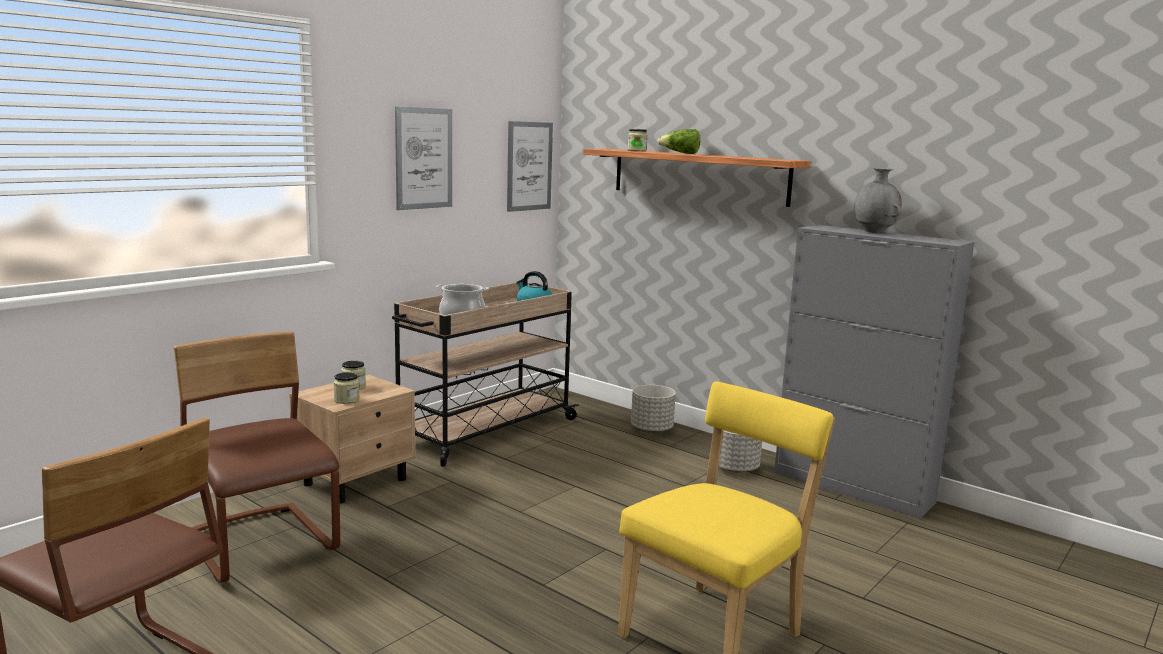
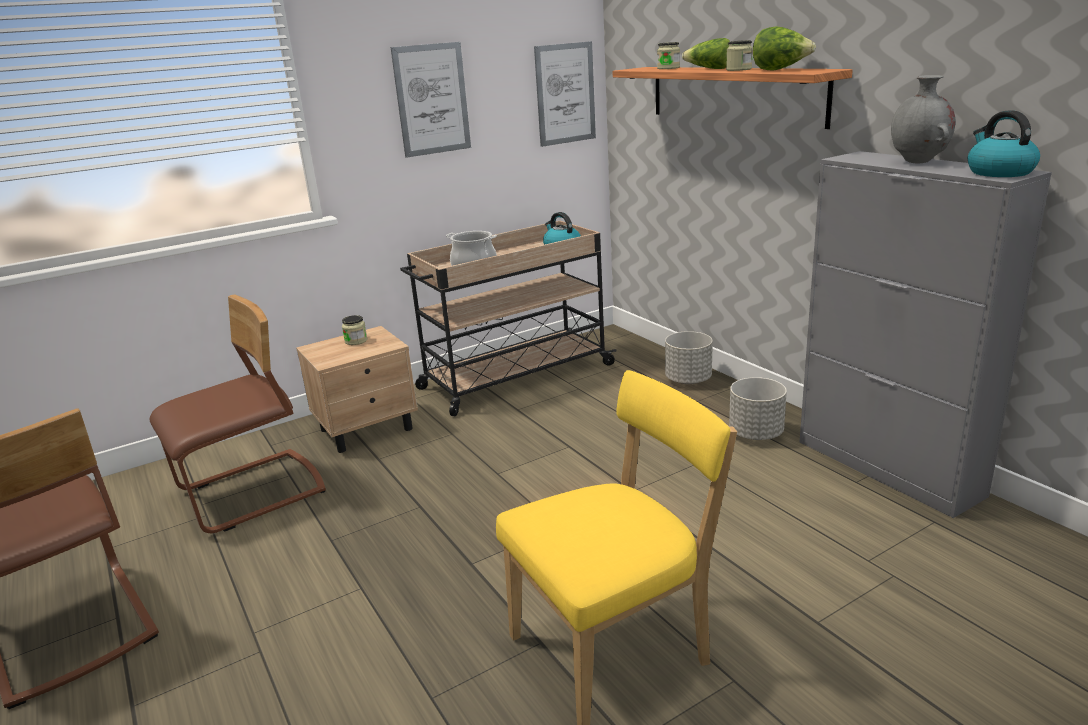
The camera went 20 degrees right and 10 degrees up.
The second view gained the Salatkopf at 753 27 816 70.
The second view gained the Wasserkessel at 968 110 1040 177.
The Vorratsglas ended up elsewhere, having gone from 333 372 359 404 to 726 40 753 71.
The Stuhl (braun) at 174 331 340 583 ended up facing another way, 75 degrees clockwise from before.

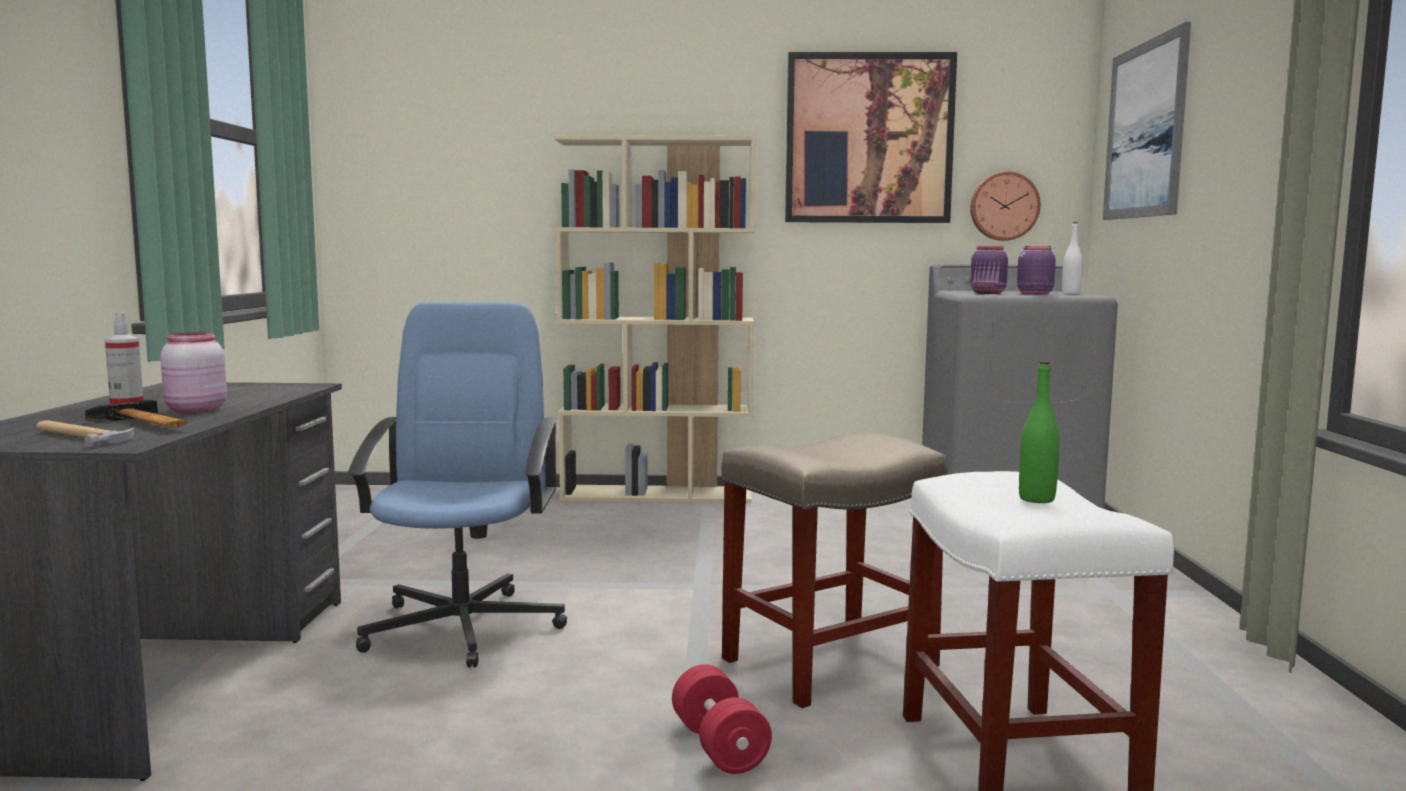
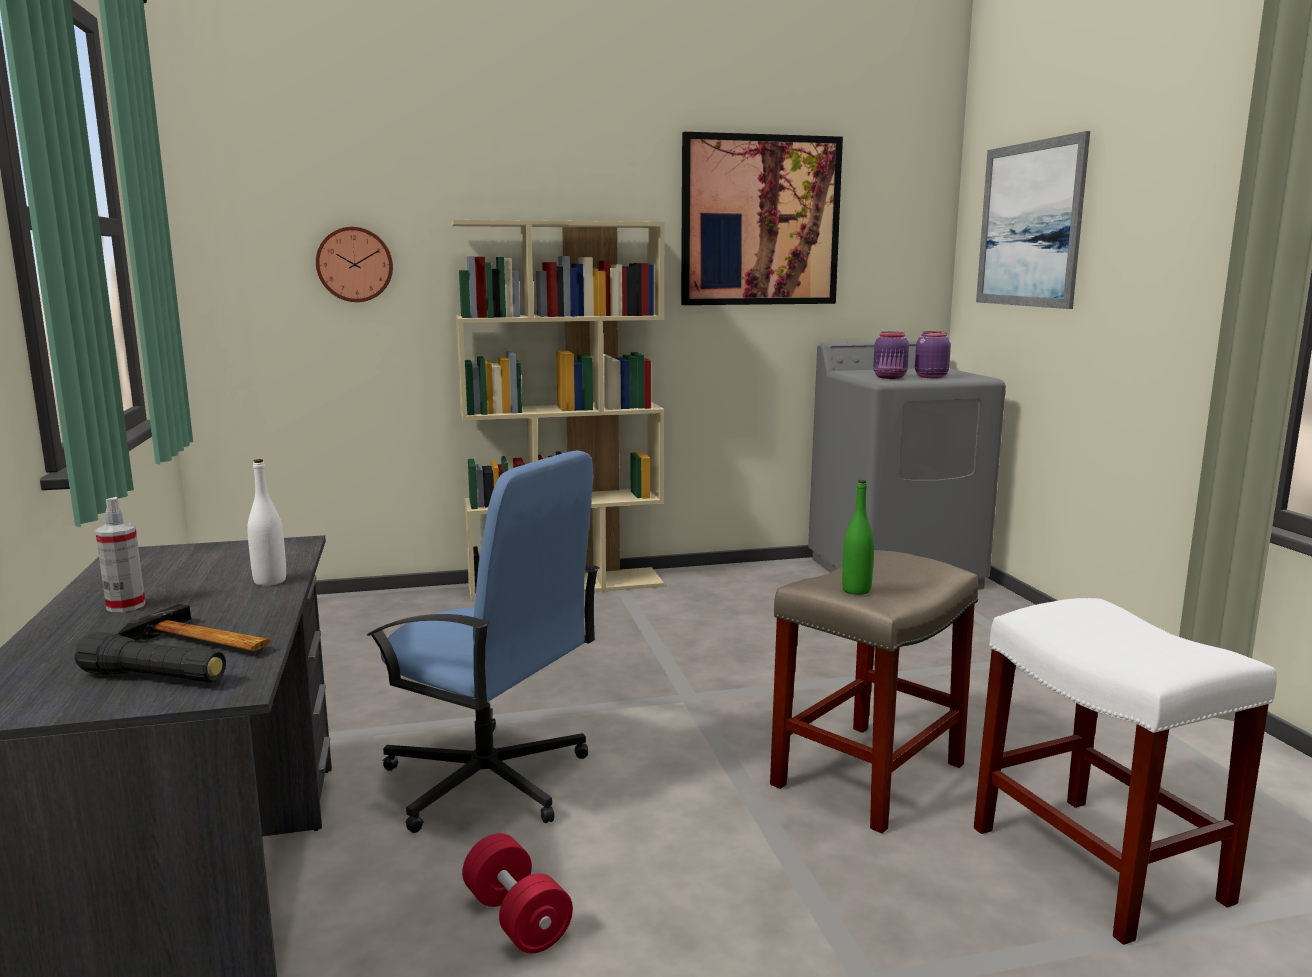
The camera went 15 degrees left and 5 degrees up.
The second view lost the Vorratsglas (rosa) at 160 332 227 413.
The Hantel (rot) ended up elsewhere, having gone from 672 664 772 774 to 462 833 573 953.
The Wanduhr ended up elsewhere, having gone from 970 172 1040 241 to 316 227 393 302.
The Flasche (grün) ended up elsewhere, having gone from 1019 361 1059 503 to 842 480 874 595.
The Flasche (weiß) ended up elsewhere, having gone from 1062 222 1083 294 to 247 459 286 586.
Where the Hammer stood at 36 420 134 448, the Taschenlampe (schwarz) came to stand at 74 632 226 683.
The Bürostuhl (blau) at 347 302 567 668 ended up facing another way, 135 degrees clockwise from before.

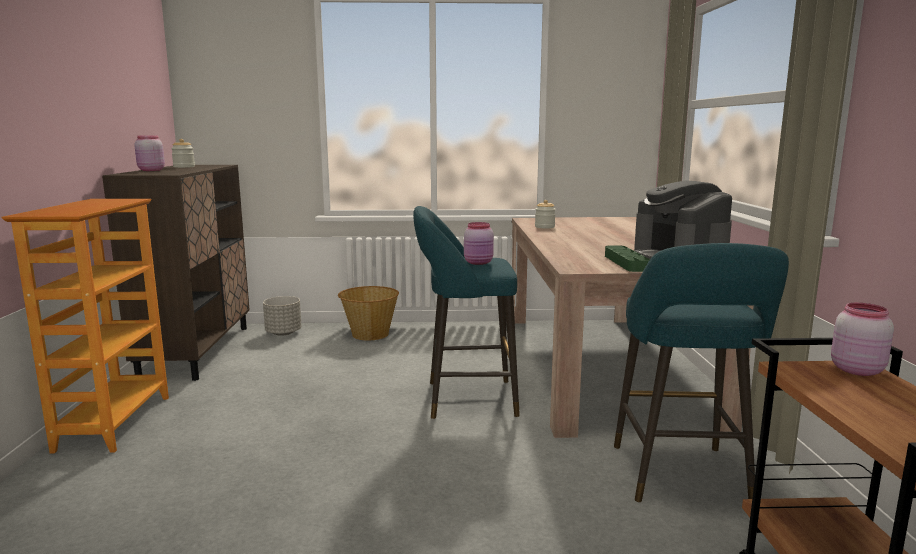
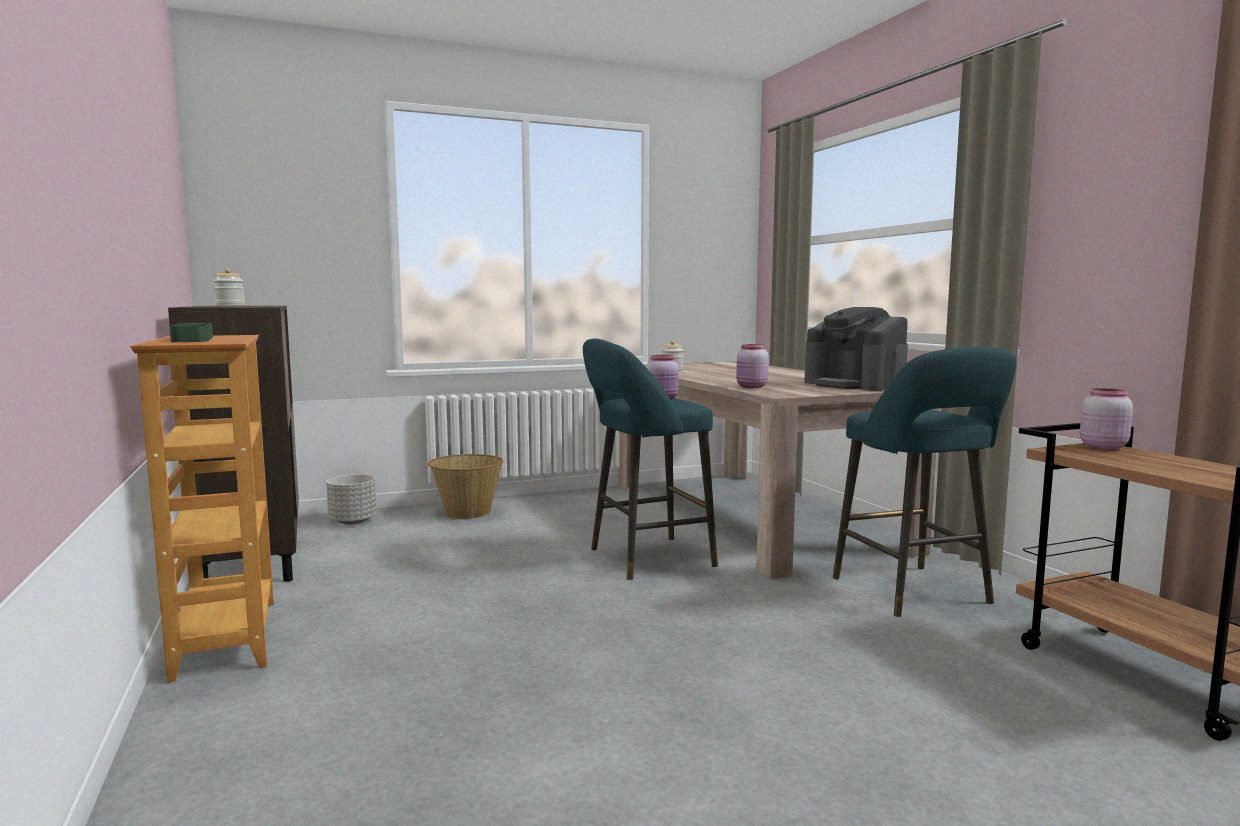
The camera went 20 degrees left and 5 degrees down.
The Vorratsglas (rosa) ended up elsewhere, having gone from 134 135 165 171 to 736 344 769 388.
The Tablett (grün) ended up elsewhere, having gone from 605 245 650 272 to 170 323 213 342.

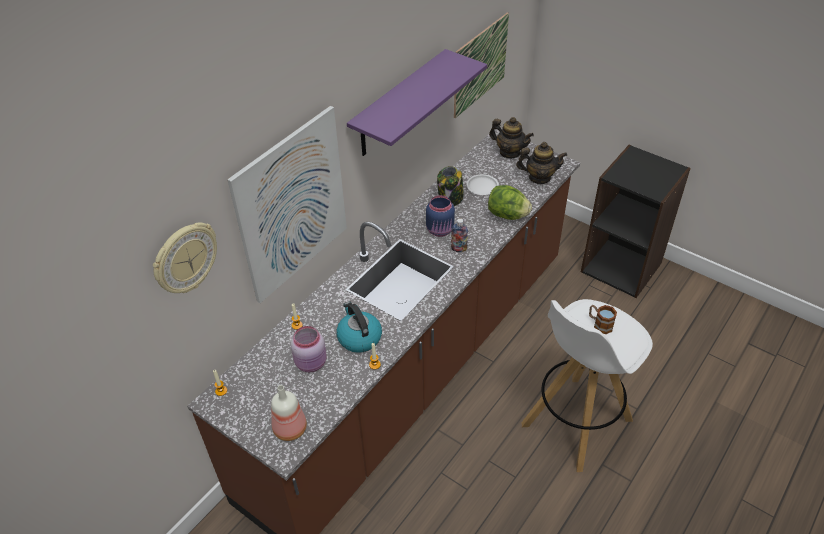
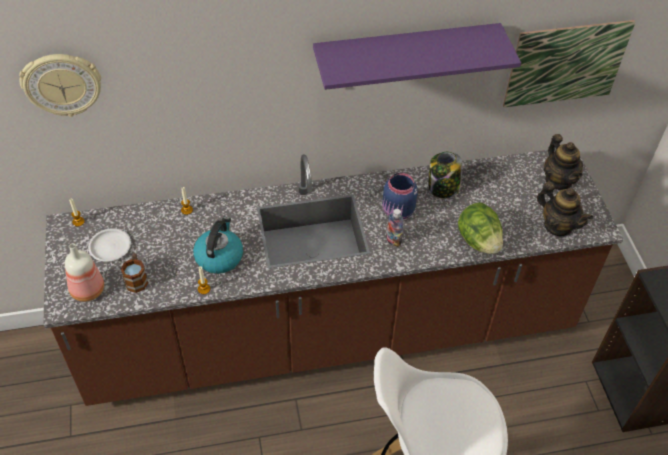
The camera went 40 degrees right and 5 degrees up.
The second view lost the Bild at 227 106 347 303.
The second view lost the Vorratsglas (rosa) at 291 326 327 372.
The Teller (weiß) ended up elsewhere, having gone from 466 174 499 195 to 88 228 131 262.
The Henkelbecher ended up elsewhere, having gone from 589 305 617 334 to 121 253 148 293.

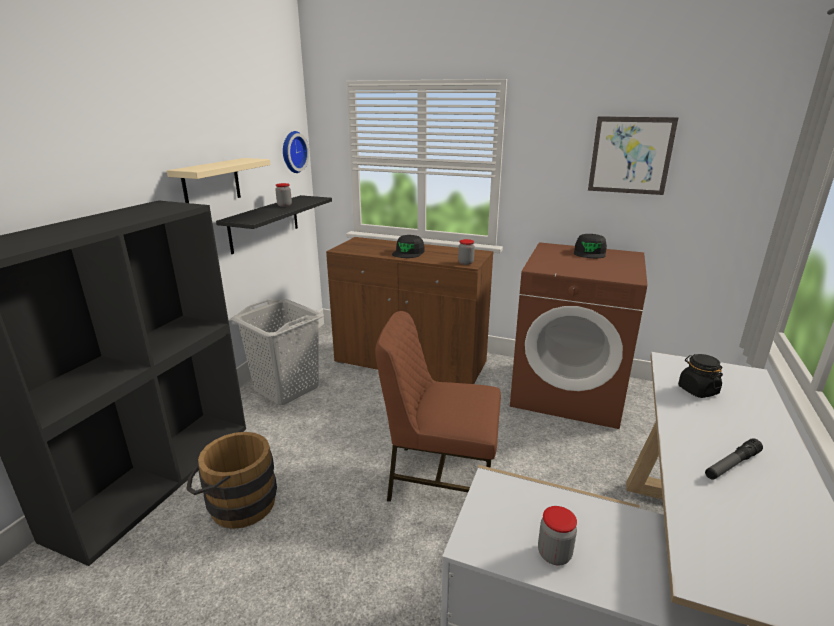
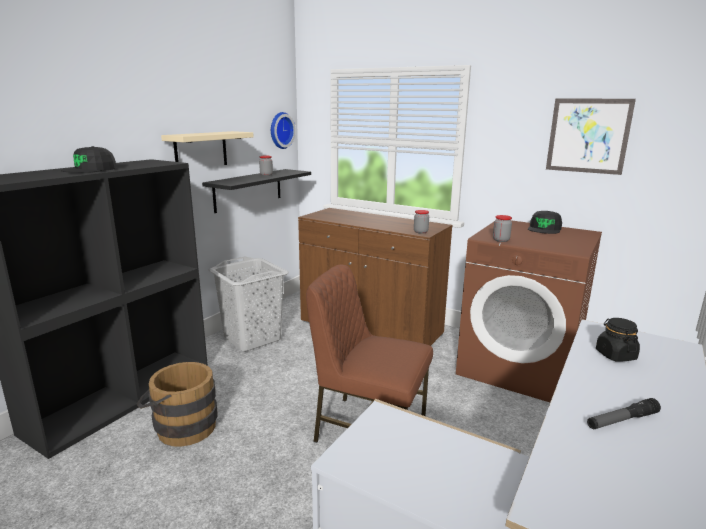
The camera went 10 degrees right and 5 degrees down.
The Kappe (schwarz) ended up elsewhere, having gone from 392 235 425 258 to 61 146 117 173.
The Vorratsglas ended up elsewhere, having gone from 538 506 577 565 to 493 215 512 242.

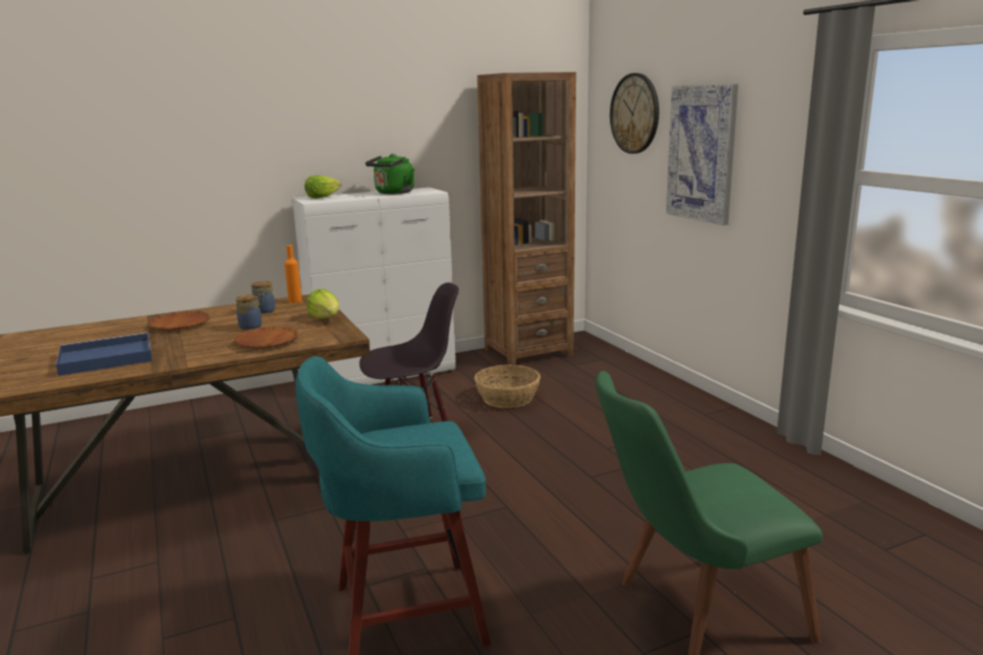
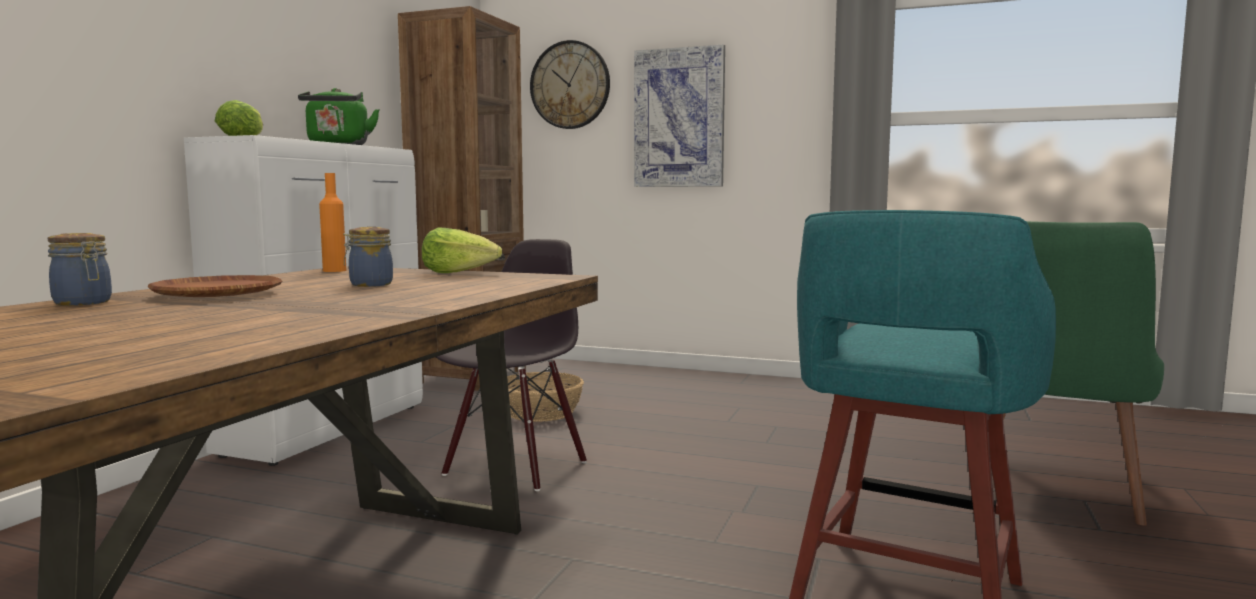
The camera went 45 degrees left and 10 degrees down.
The second view lost the Tablett (blau) at 56 332 152 376.
The second view lost the Teller (braun) at 234 326 298 349.
The Vorratsglas ended up elsewhere, having gone from 251 281 275 314 to 48 233 112 306.

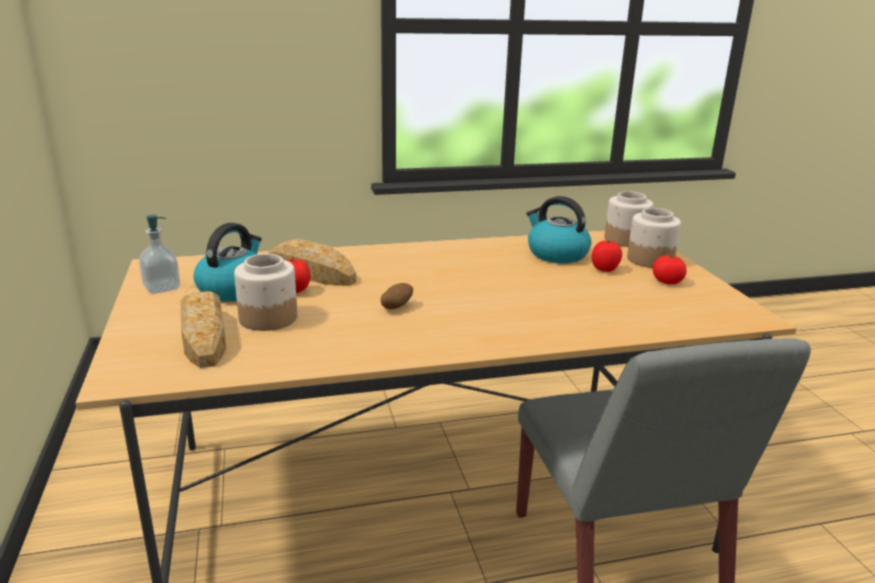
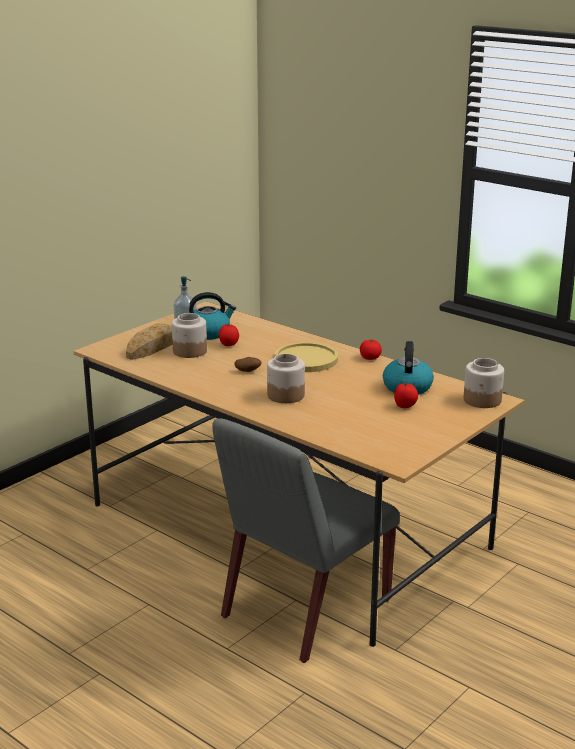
The camera went 55 degrees right and 0 degrees up.
The second view lost the Brot at 269 239 356 286.
The second view gained the Teller (gelb) at 274 342 338 372.
The Vorratsglas ended up elsewhere, having gone from 627 208 681 268 to 267 354 305 403.
The Tomate ended up elsewhere, having gone from 653 255 687 284 to 360 340 382 360.

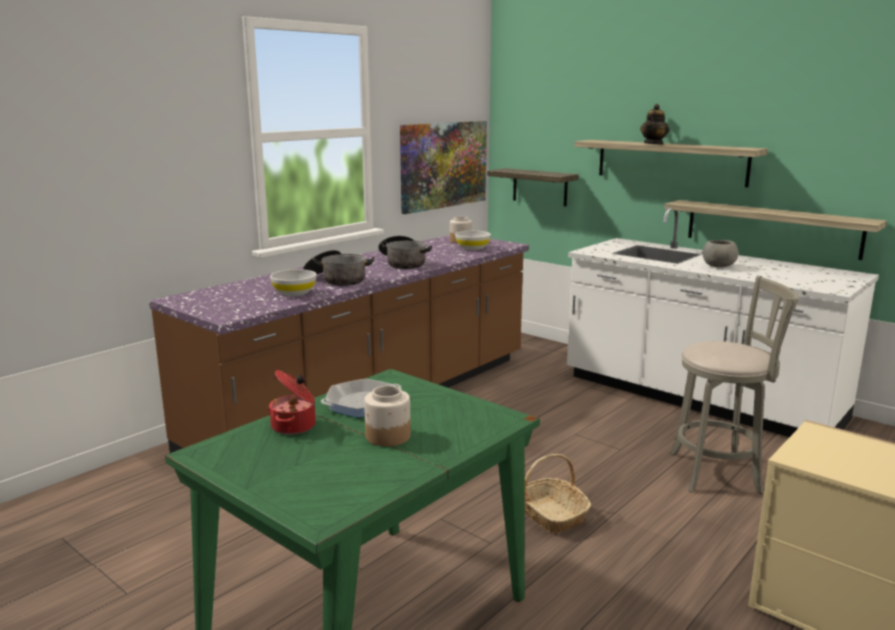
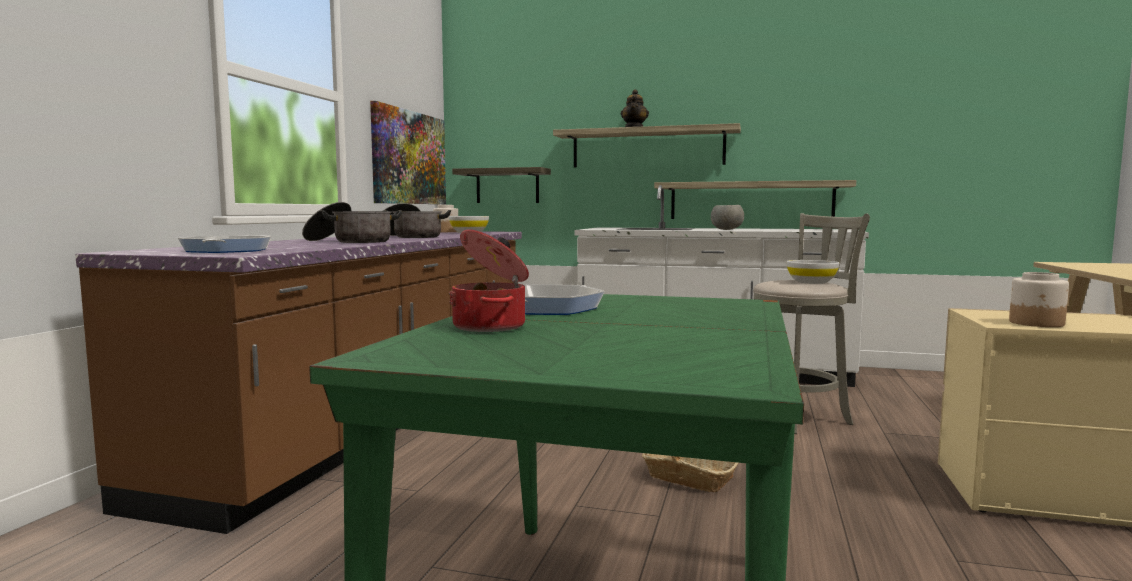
The camera went 25 degrees left and 10 degrees down.
The second view gained the Pfanne at 178 235 272 253.
The Schüssel (weiß) ended up elsewhere, having gone from 270 269 317 296 to 786 260 839 284.
The Vorratsglas ended up elsewhere, having gone from 364 386 411 447 to 1009 272 1069 327.

